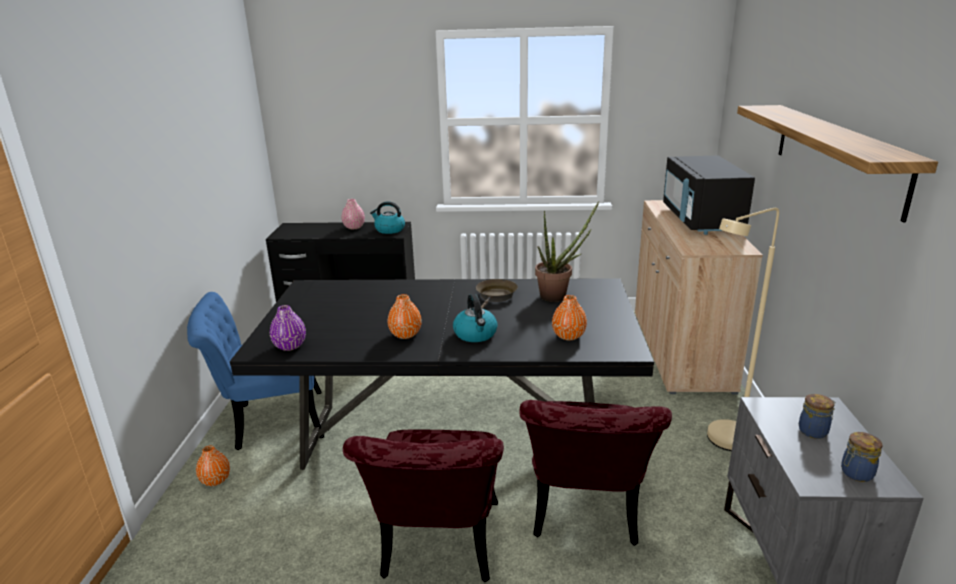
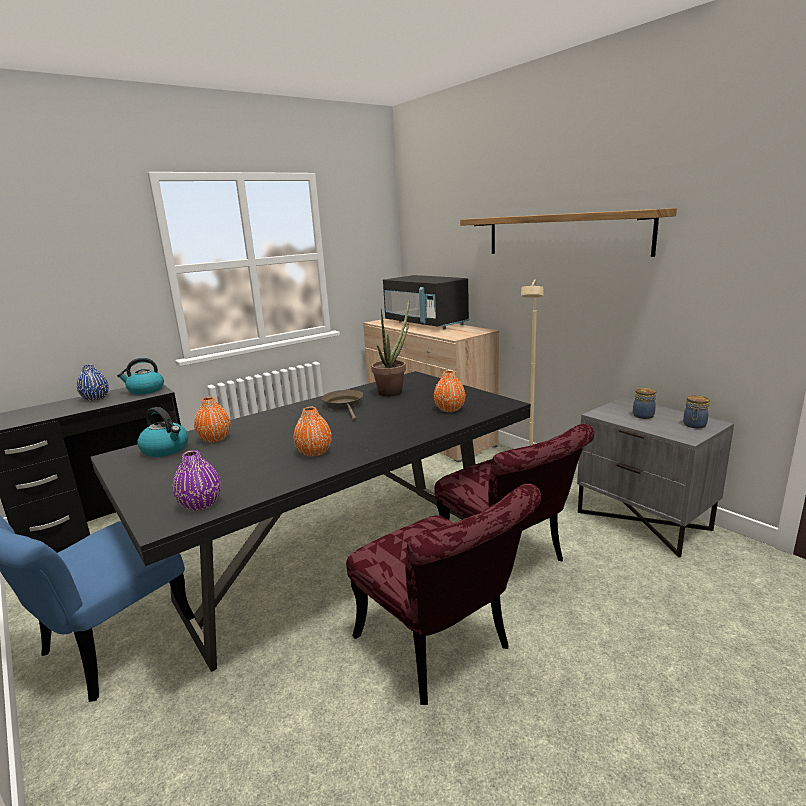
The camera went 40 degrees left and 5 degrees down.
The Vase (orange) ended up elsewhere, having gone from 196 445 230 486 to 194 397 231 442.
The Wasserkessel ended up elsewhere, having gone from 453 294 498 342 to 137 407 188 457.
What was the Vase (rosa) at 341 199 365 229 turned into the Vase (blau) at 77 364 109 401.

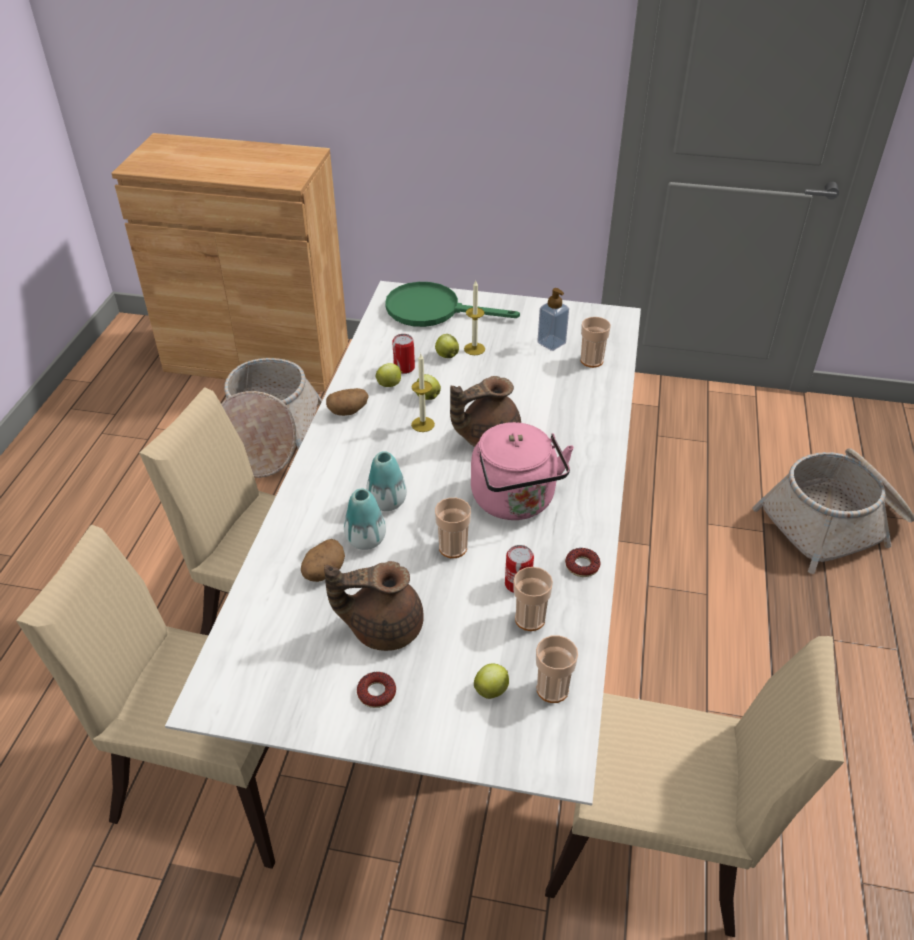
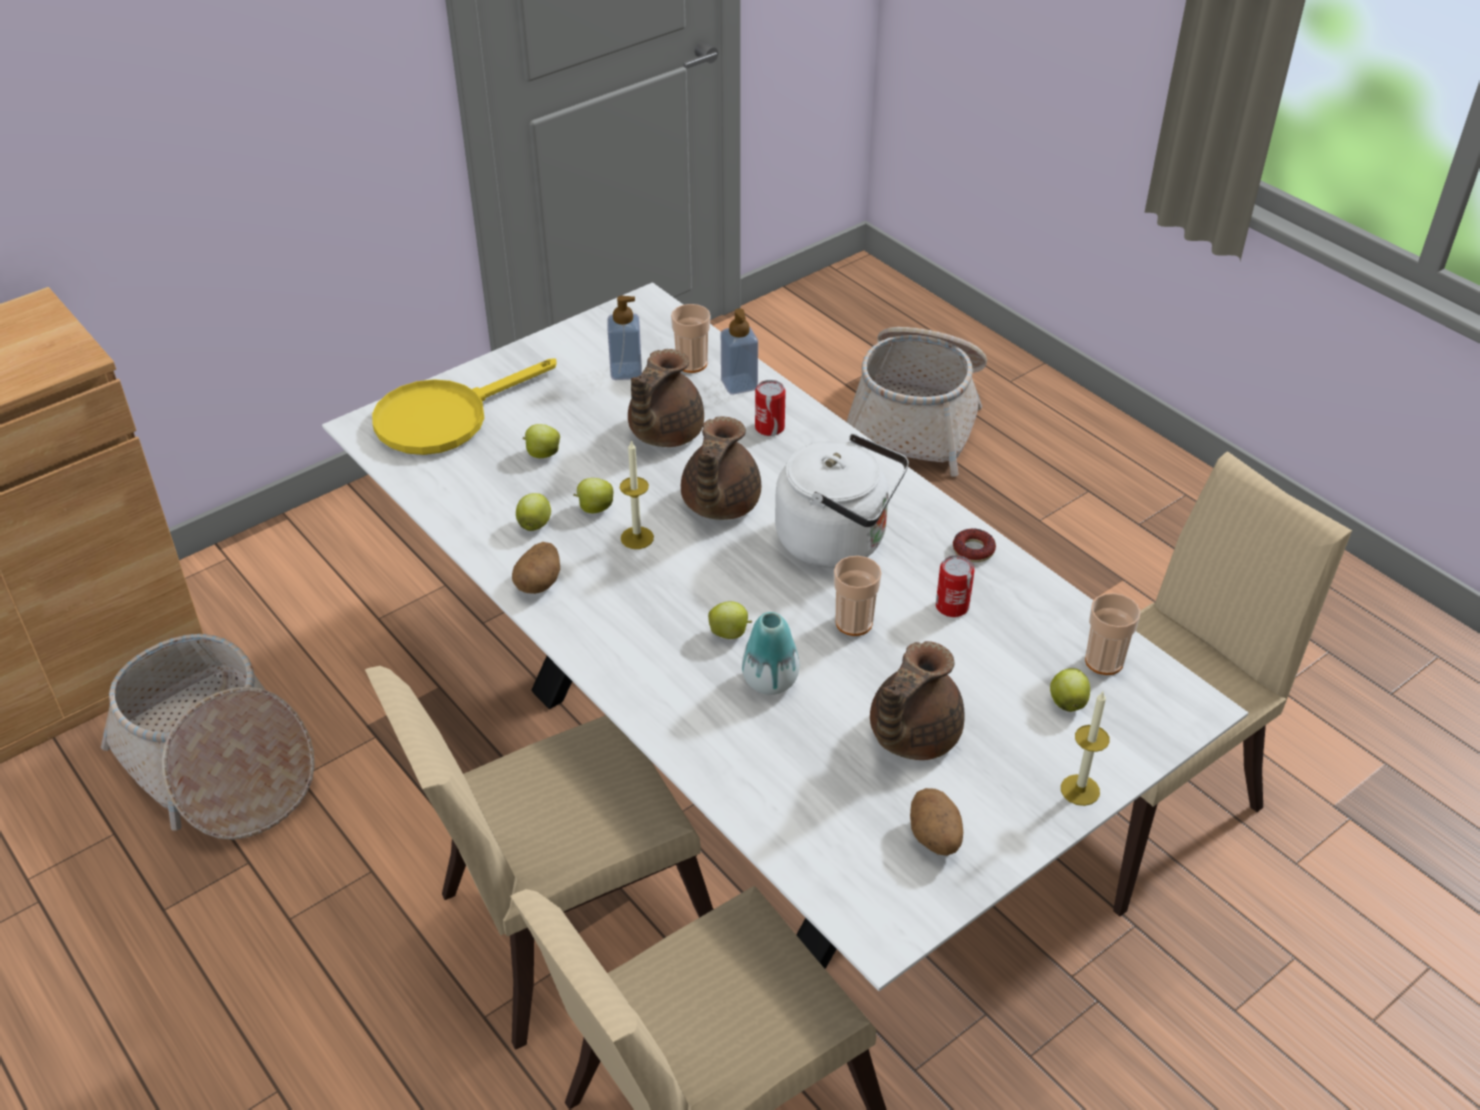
The camera went 50 degrees left and 0 degrees up.
The second view lost the Donut at 357 672 396 708.
The second view lost the Tasse at 513 567 553 631.
The second view gained the Teekanne (braun) at 628 349 704 447.
The second view gained the Seifenspender at 721 308 758 395.
The Kartoffel ended up elsewhere, having gone from 301 539 345 582 to 910 788 963 856.
The Dose ended up elsewhere, having gone from 392 334 415 374 to 755 380 786 436.
The Kerze ended up elsewhere, having gone from 464 281 485 355 to 1061 692 1110 806.
Where the Vase stood at 366 451 407 511, the Apfel came to stand at 708 601 752 639.
What was the Pfanne (grün) at 385 282 520 327 turned into the Pfanne (gelb) at 372 359 557 455.
What was the Wasserkessel (rosa) at 471 422 574 520 turned into the Wasserkessel (weiß) at 775 434 909 568.

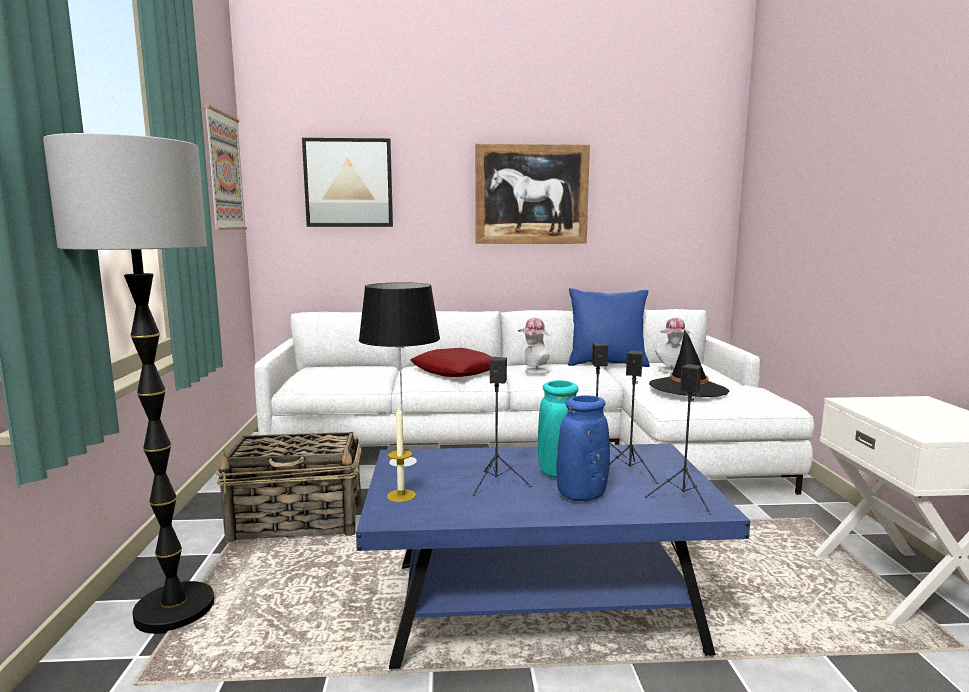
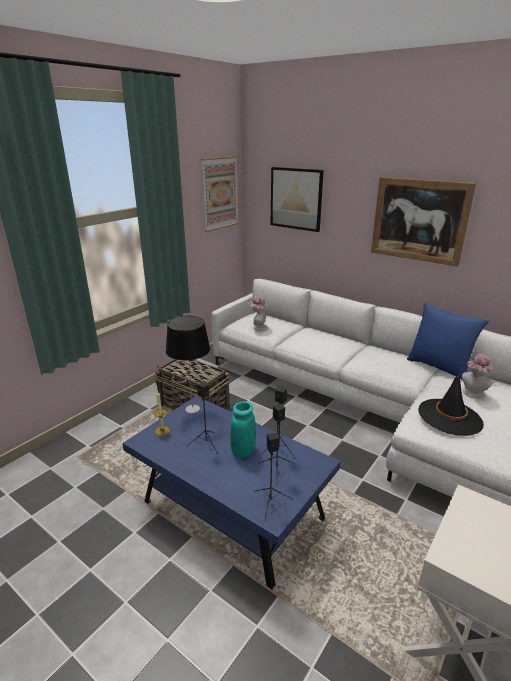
The camera went 40 degrees right and 15 degrees up.
The second view lost the Stehlampe at 43 133 214 634.
The second view lost the Kissen (rot) at 410 348 492 377.
The second view lost the Vase (blau) at 556 395 610 501.
The Hut ended up elsewhere, having gone from 518 318 550 374 to 248 296 268 331.

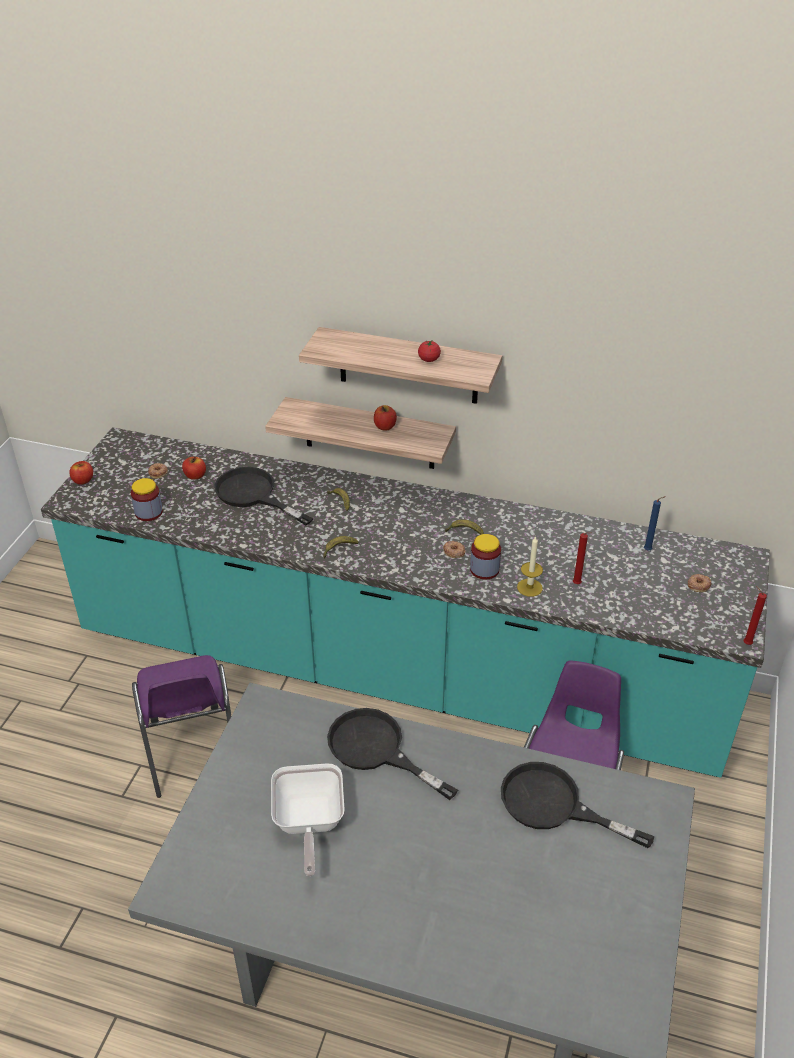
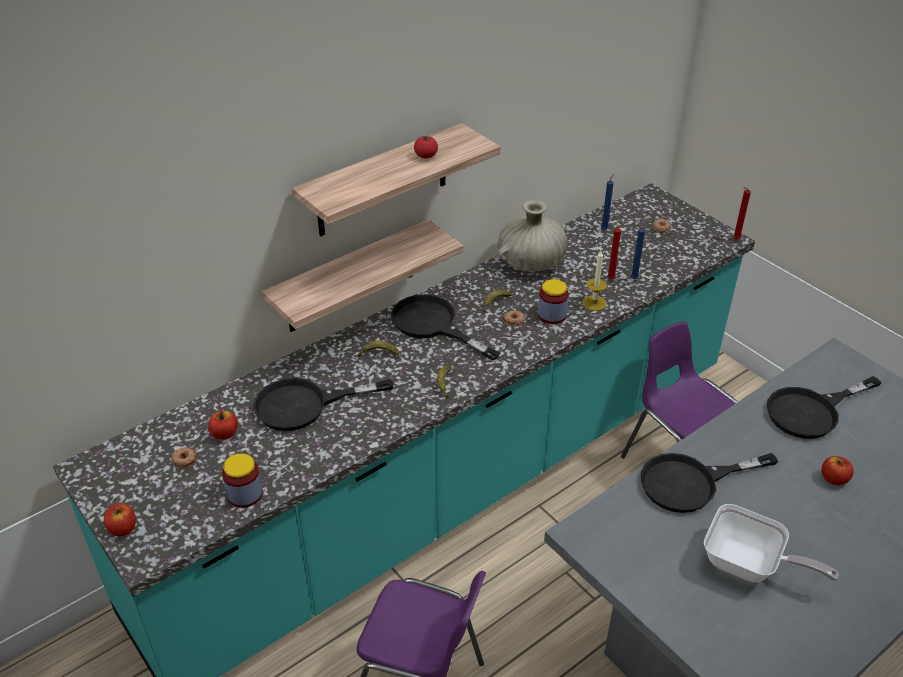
The camera went 55 degrees left and 0 degrees up.
The second view gained the Pfanne (schwarz) at 391 294 500 361.
The second view gained the Vase (beige) at 497 200 568 272.
The second view gained the Kerze (blau) at 631 221 645 279.
The Apfel ended up elsewhere, having gone from 374 405 397 431 to 821 456 854 485.

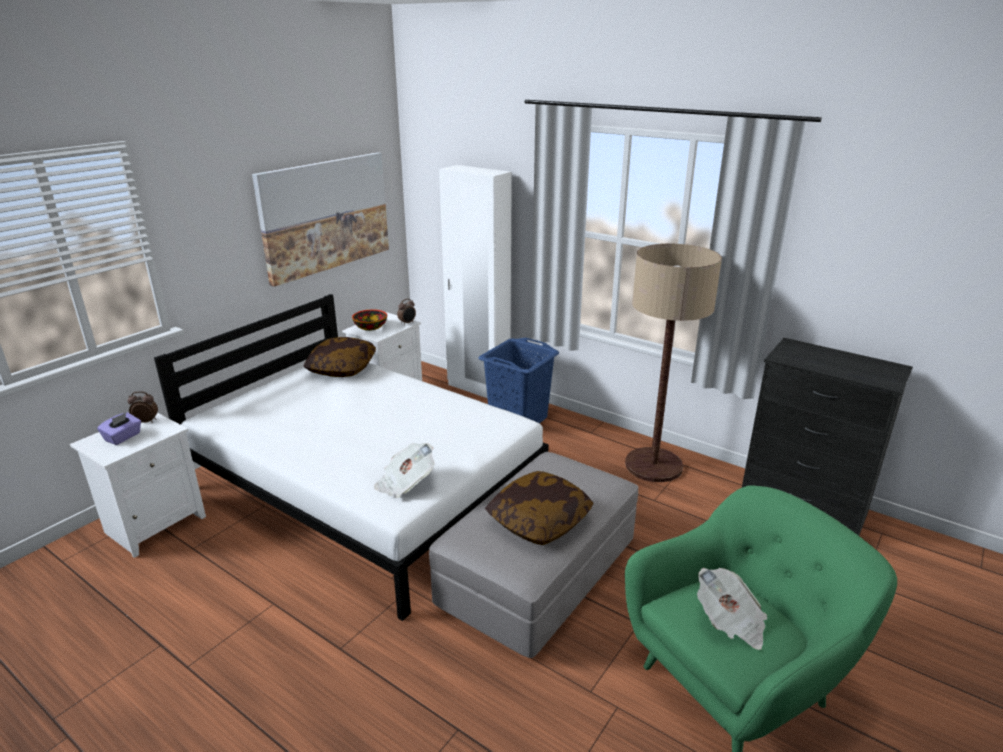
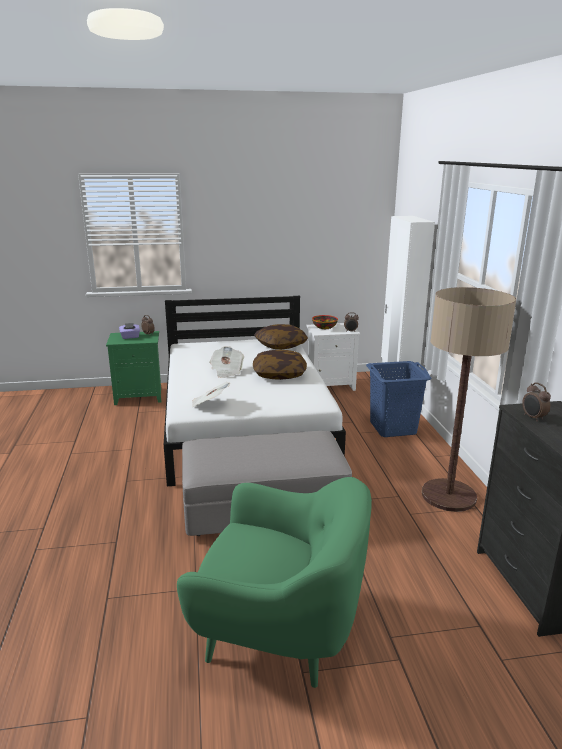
The camera went 45 degrees right and 5 degrees down.
The second view lost the Bild at 252 152 389 287.
The second view gained the Wecker at 522 382 551 422.
The Kissen ended up elsewhere, having gone from 485 471 593 545 to 253 350 307 380.
The Zeitung ended up elsewhere, having gone from 697 568 767 650 to 210 346 244 378.
What was the Nachttisch (weiß) at 70 413 206 558 turned into the Nachttisch (grün) at 106 331 161 405.

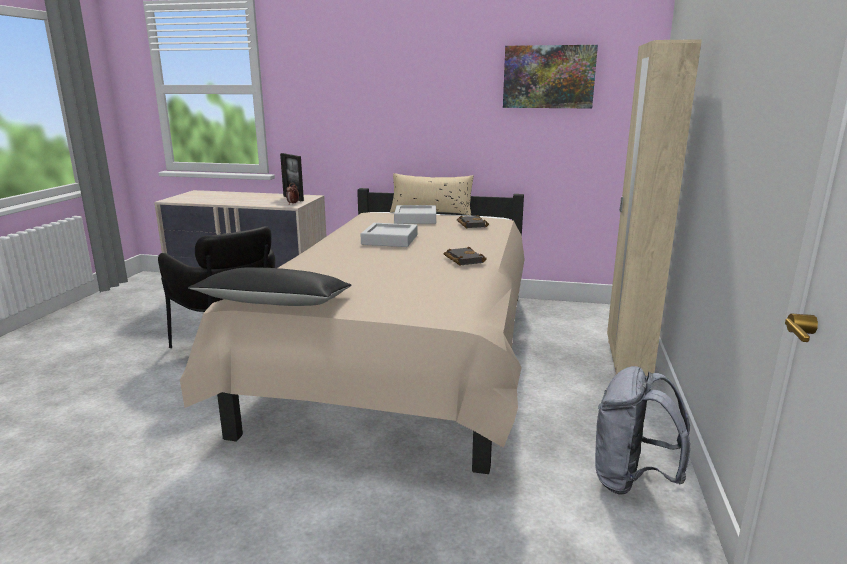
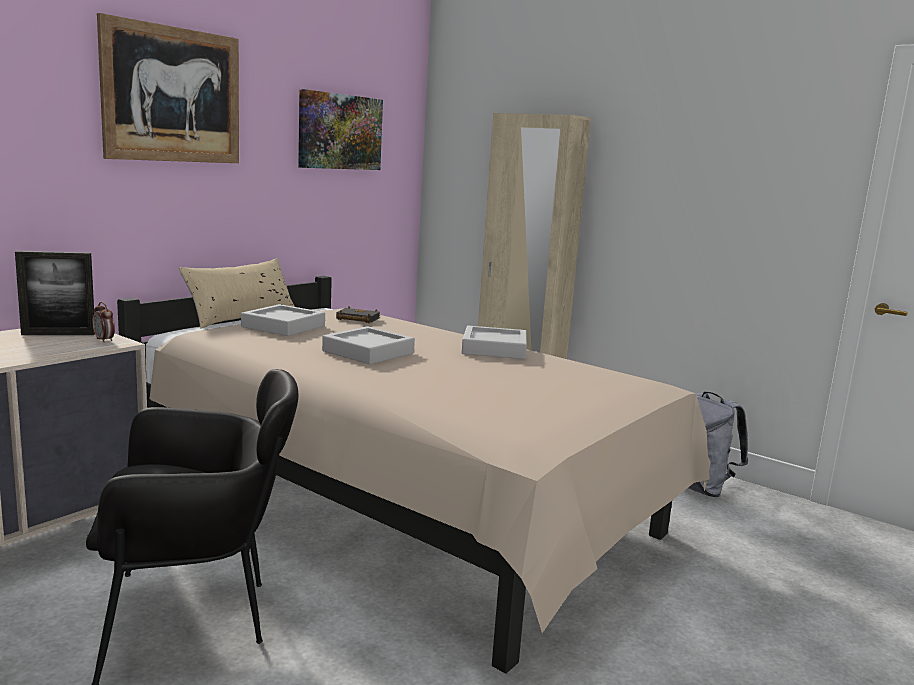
The camera went 65 degrees left and 5 degrees down.
The second view lost the Kissen (schwarz) at 188 267 352 306.
The second view gained the Bild at 97 13 239 163.
Where the Buch (schwarz) stood at 444 247 487 266, the Tablett (grau) came to stand at 462 326 527 359.

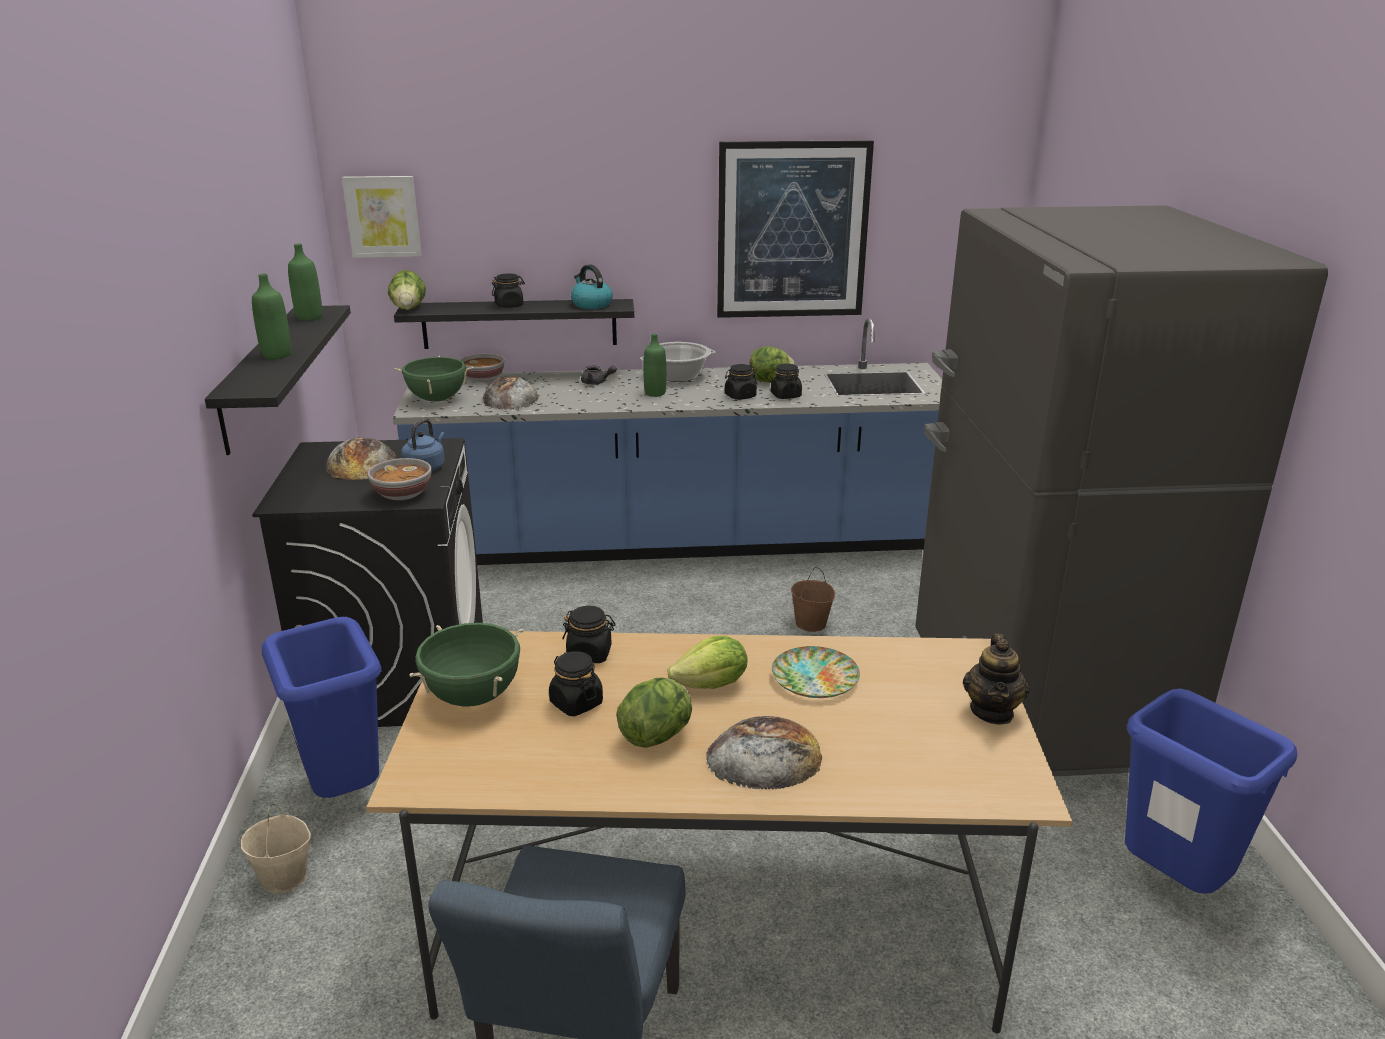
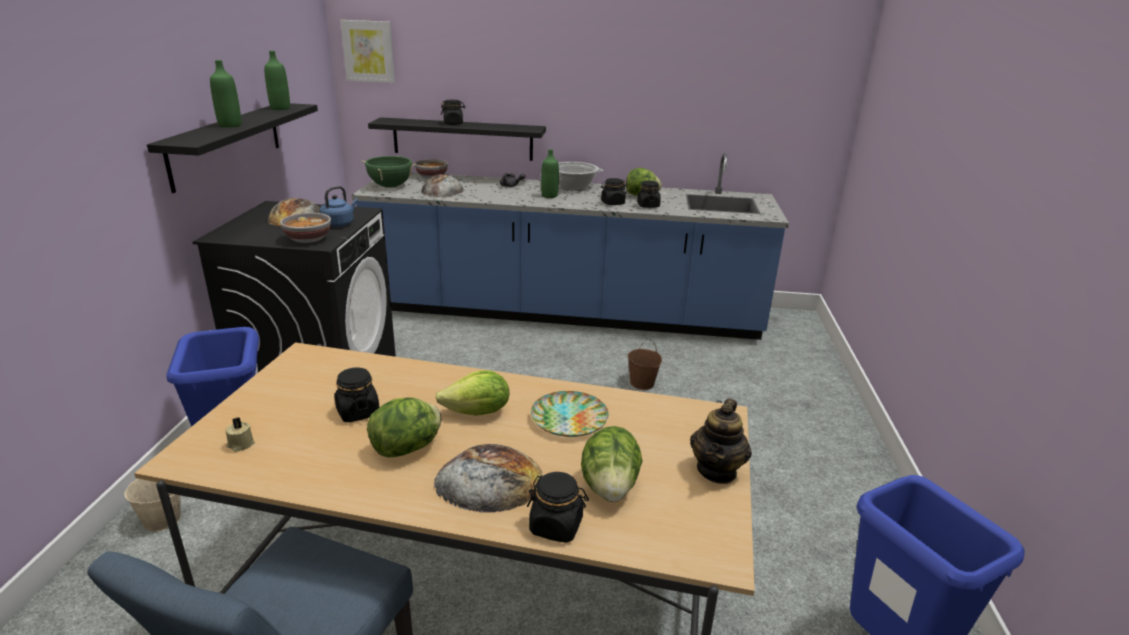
The camera went 10 degrees right and 0 degrees up.
The second view lost the Kochtopf (grün) at 409 623 523 707.
The second view lost the Wasserkessel at 571 264 613 309.
The second view lost the Bild at 717 140 874 318.
The second view lost the Kühlschrank (grau) at 915 205 1328 776.
The second view gained the Kerze (beige) at 225 417 255 452.
The Salatkopf ended up elsewhere, having gone from 388 270 426 310 to 581 426 643 502.
The Vorratsglas (schwarz) ended up elsewhere, having gone from 562 606 616 663 to 527 472 589 543.

